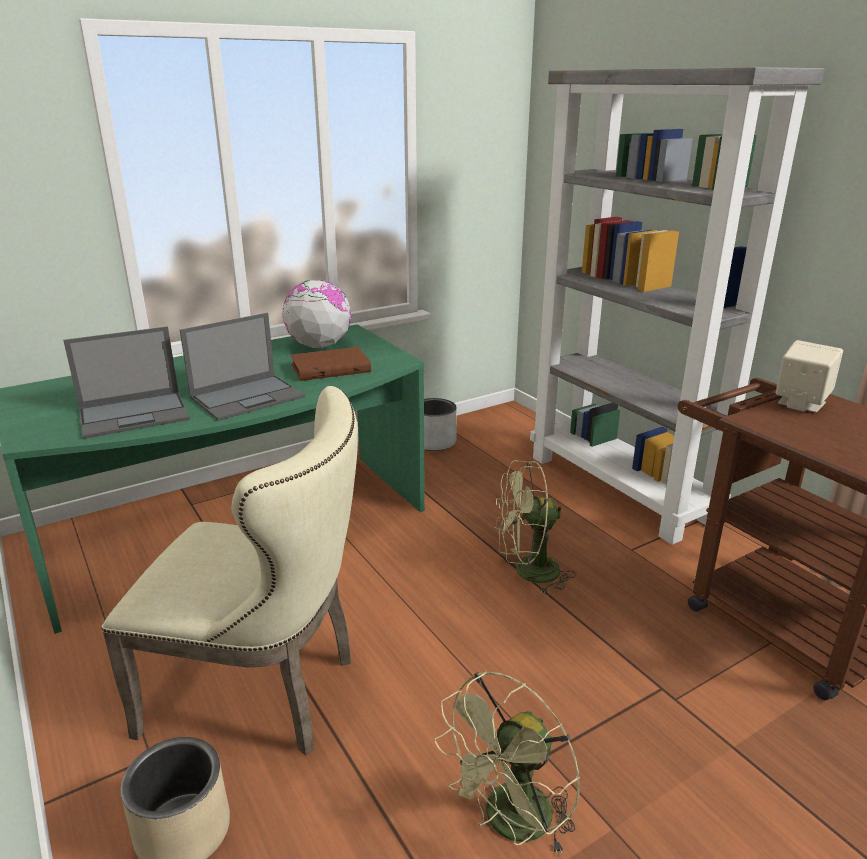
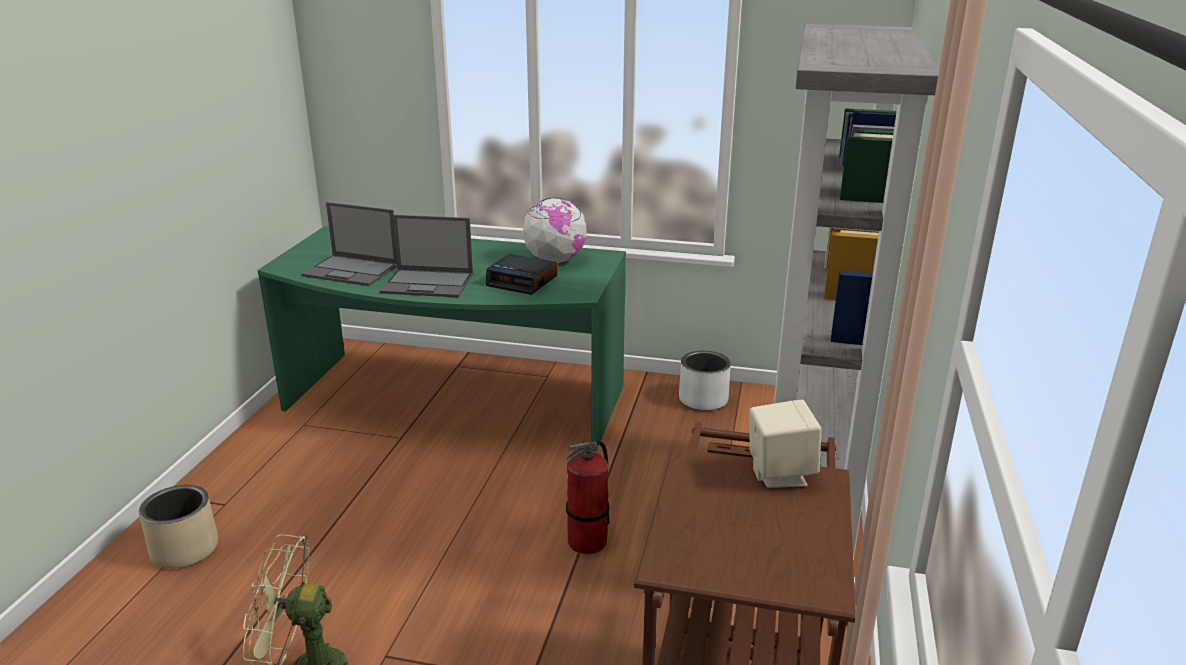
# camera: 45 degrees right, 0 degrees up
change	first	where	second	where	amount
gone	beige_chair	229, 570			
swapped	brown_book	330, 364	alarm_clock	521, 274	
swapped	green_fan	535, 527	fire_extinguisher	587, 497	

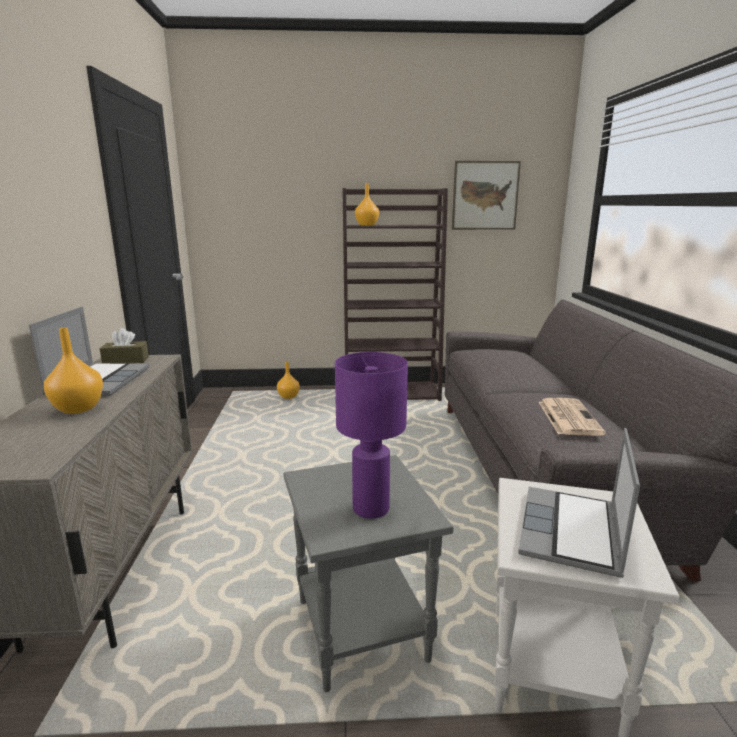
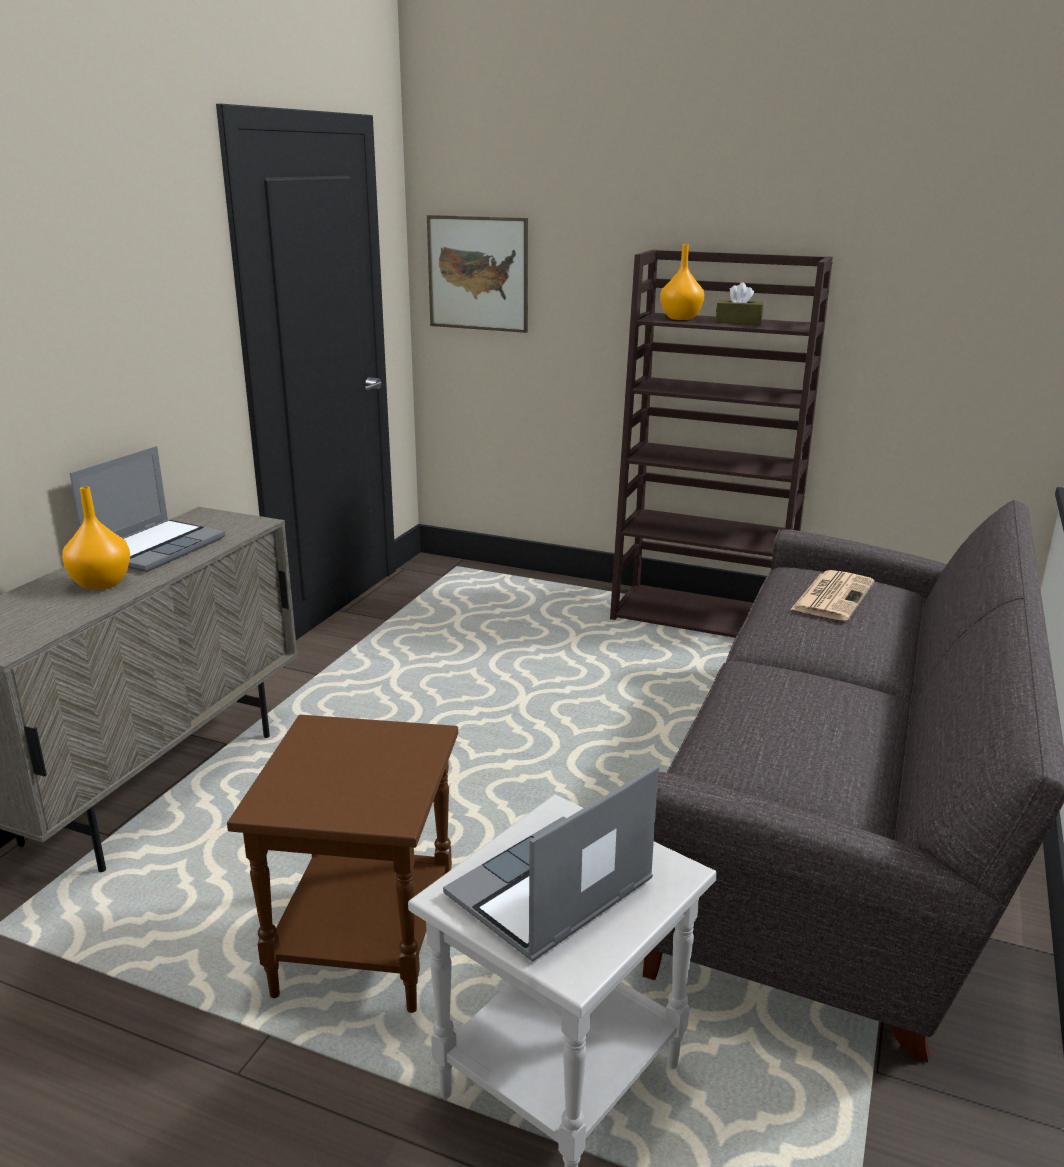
# camera: 25 degrees right, 5 degrees up
change	first	where	second	where	amount
shifted	brown_tissue_box	124, 345		740, 303	
gone	orange_vase	288, 380			
repainted	grey_side_table	368, 573	brown_side_table	342, 864	
gone	purple_table_lamp	371, 435			
shifted	picture	486, 195		477, 274	
shifted	newspaper	572, 417		832, 595	

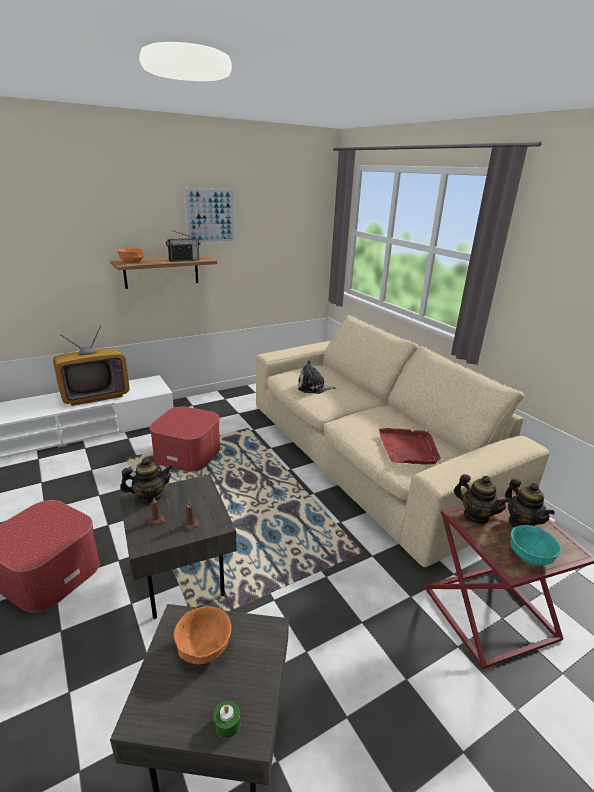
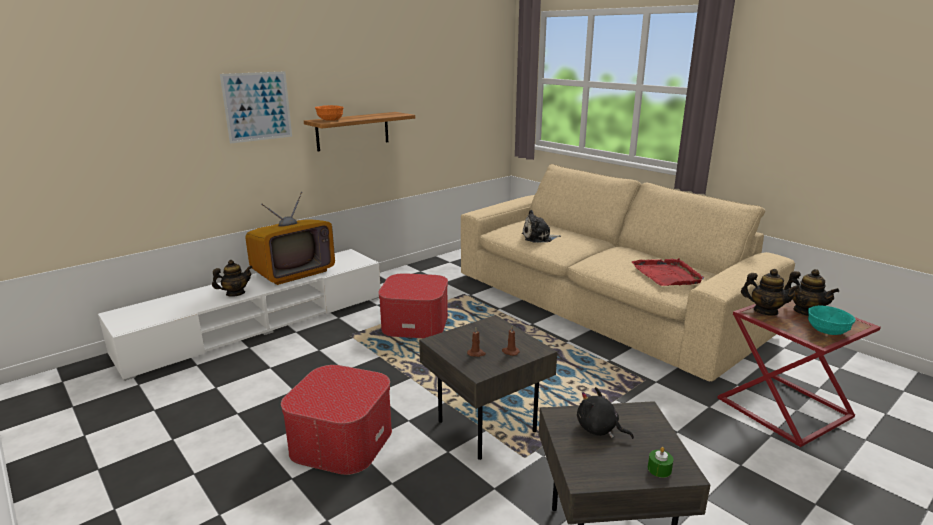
# camera: 10 degrees left, 5 degrees down
change	first	where	second	where	amount
shifted	teapot	146, 481		232, 278	
gone	radio	183, 246			
swapped	orange_bowl	202, 635	black_plush_toy	605, 413	
shifted	picture	210, 216		256, 107	

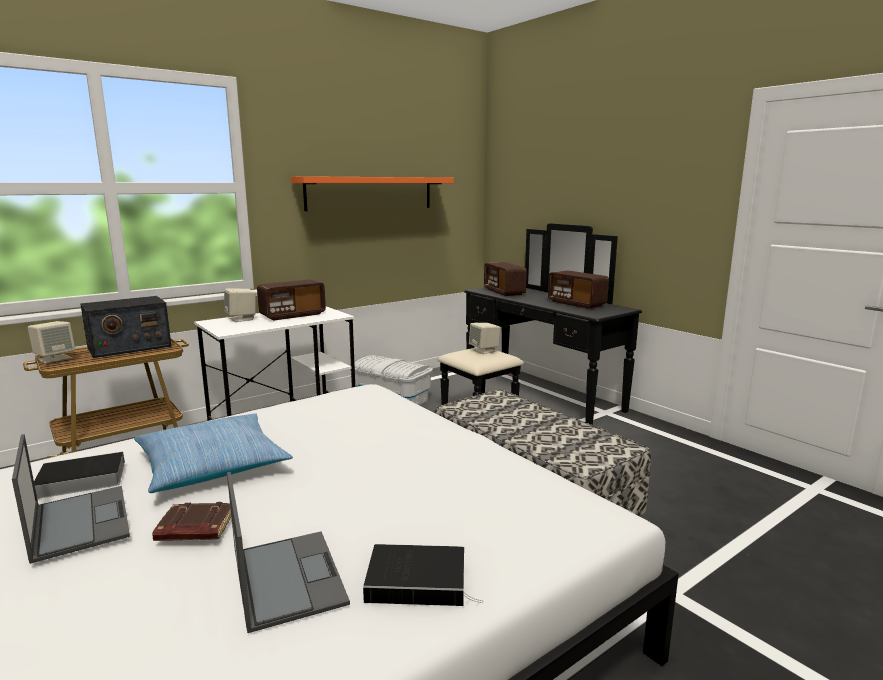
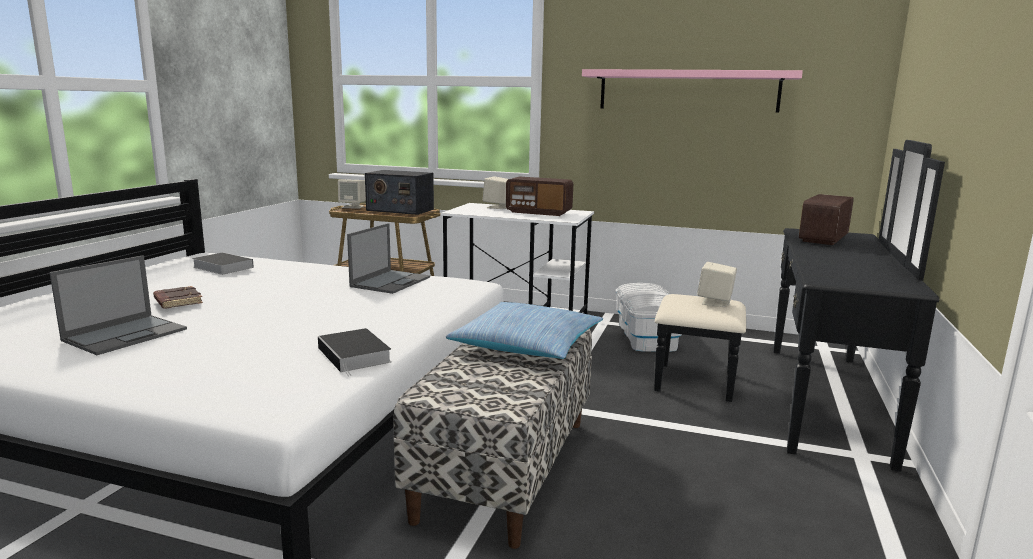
# camera: 55 degrees right, 0 degrees up
change	first	where	second	where	amount
shifted	laptop	71, 499		388, 258	
shifted	pillow	213, 453		524, 330	
repainted	orange_shelf	372, 193	pink_shelf	692, 91	
shifted	book	422, 575		355, 352	
gone	radio	578, 289			

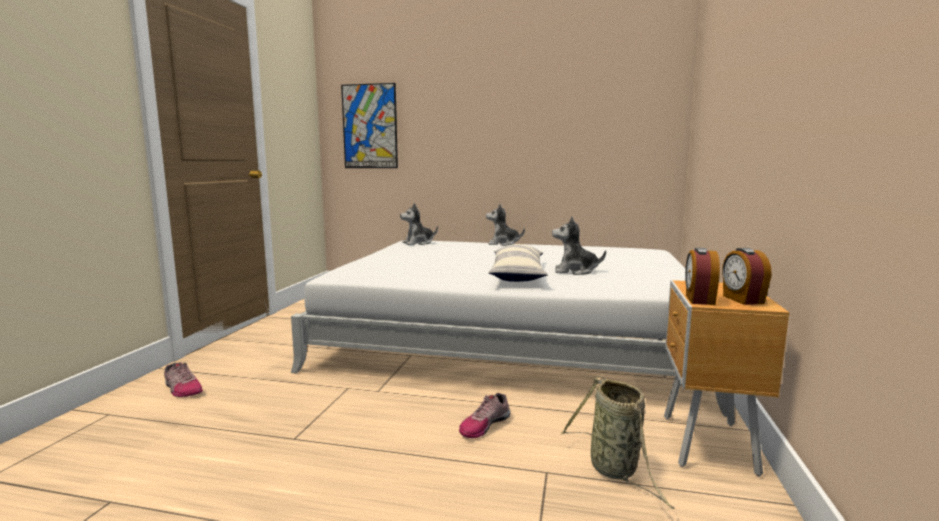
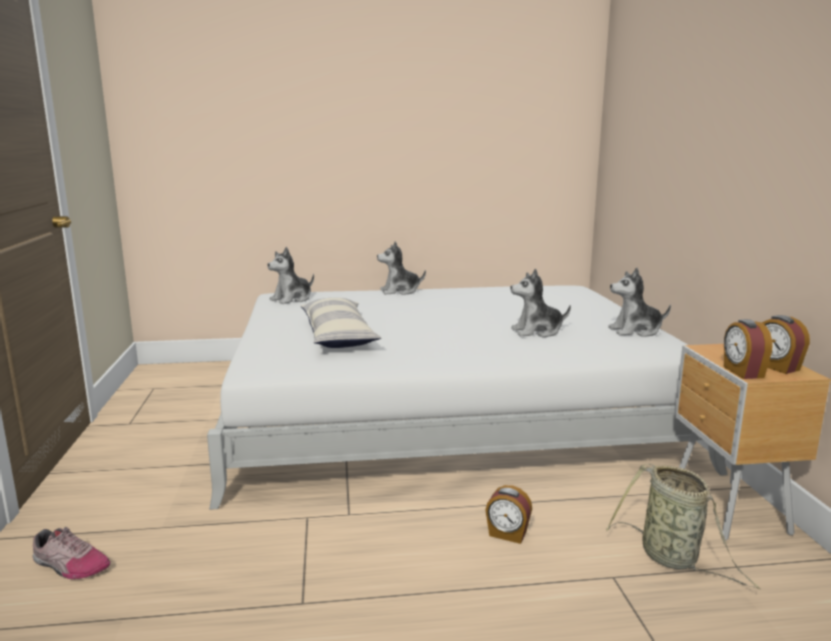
# camera: 20 degrees left, 5 degrees up
change	first	where	second	where	amount
gone	picture	369, 125			
swapped	shoe	484, 415	alarm_clock	508, 514	
shifted	pillow	518, 263		340, 323	
new			plush_toy	639, 302	

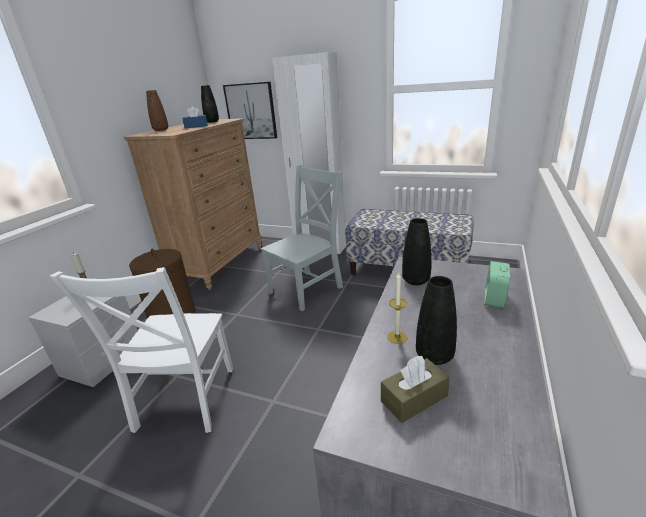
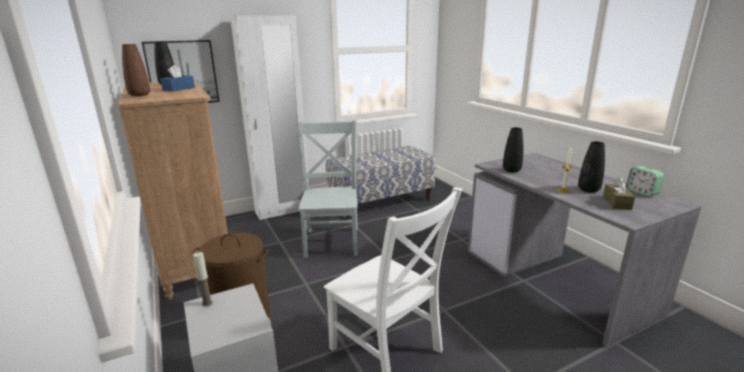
# camera: 50 degrees left, 5 degrees down
change	first	where	second	where	amount
shifted	alarm_clock	497, 284		645, 181	

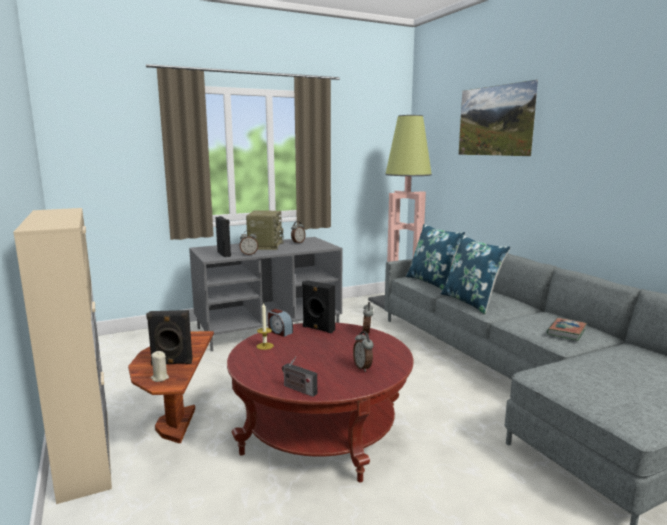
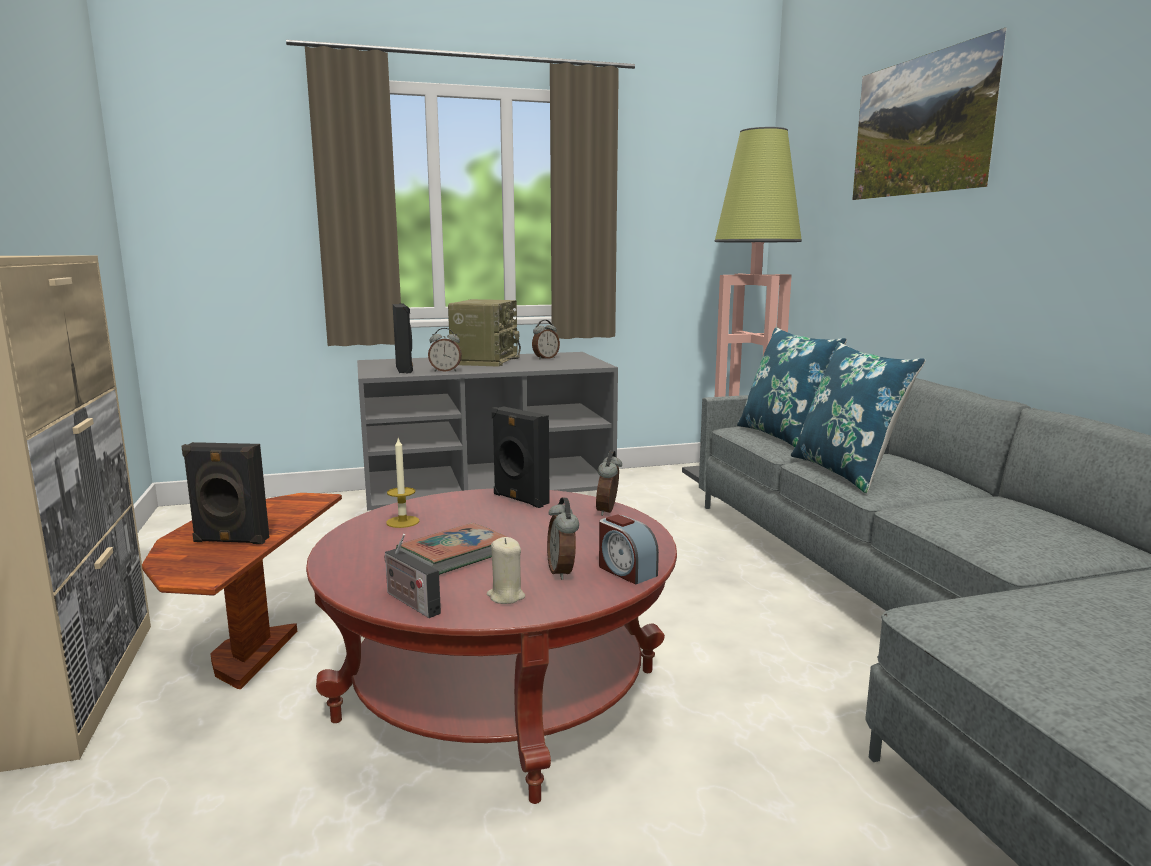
# camera: 10 degrees right, 0 degrees up
change	first	where	second	where	amount
shifted	beige_candle	160, 366		506, 570	
shifted	alarm_clock	280, 323		629, 549	
shifted	book	567, 329		451, 549	

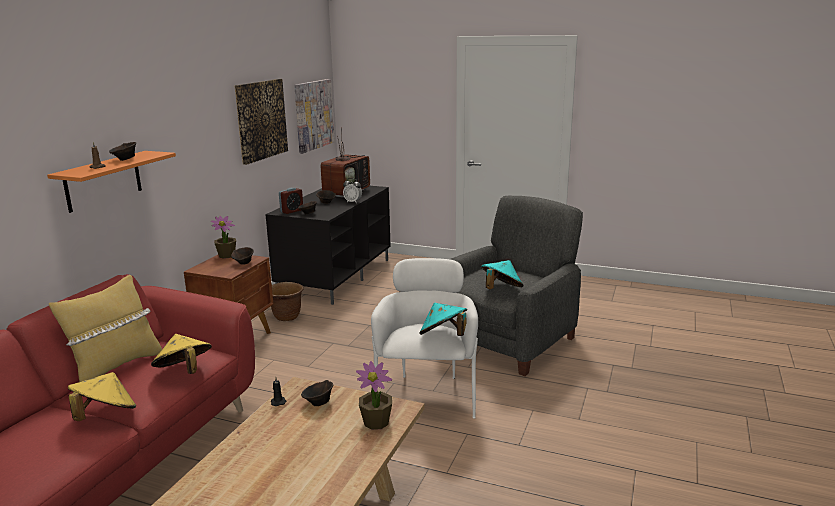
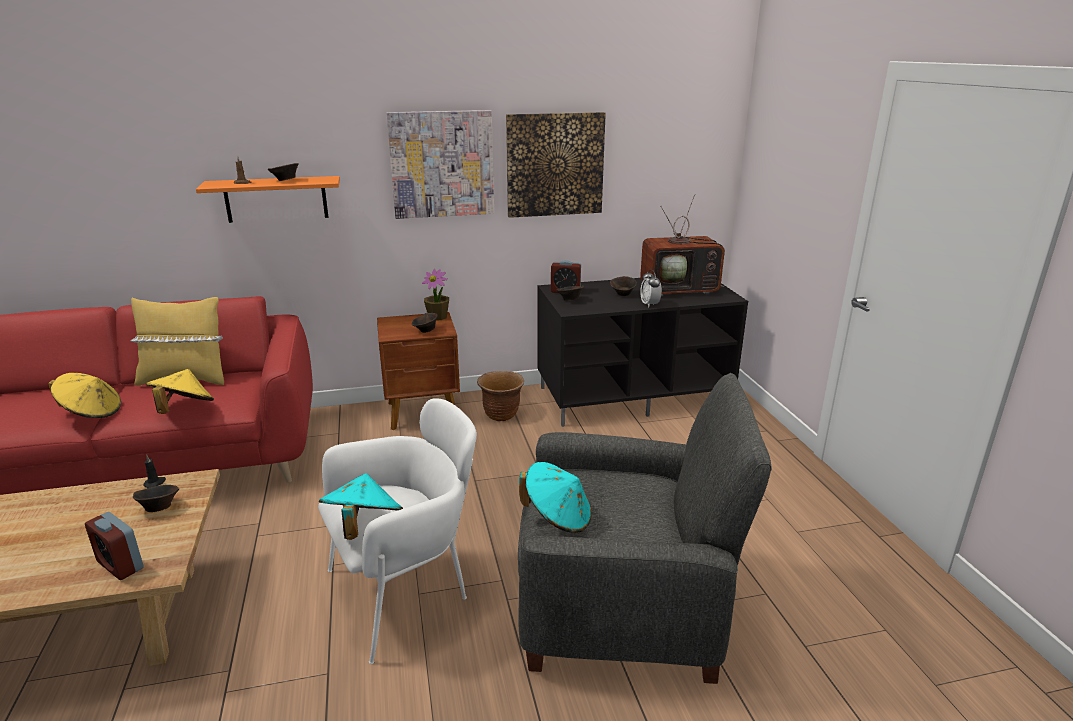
# camera: 55 degrees right, 5 degrees up
change	first	where	second	where	amount
shifted	picture	314, 116		440, 164	
swapped	potted_plant	374, 395	alarm_clock	114, 546	

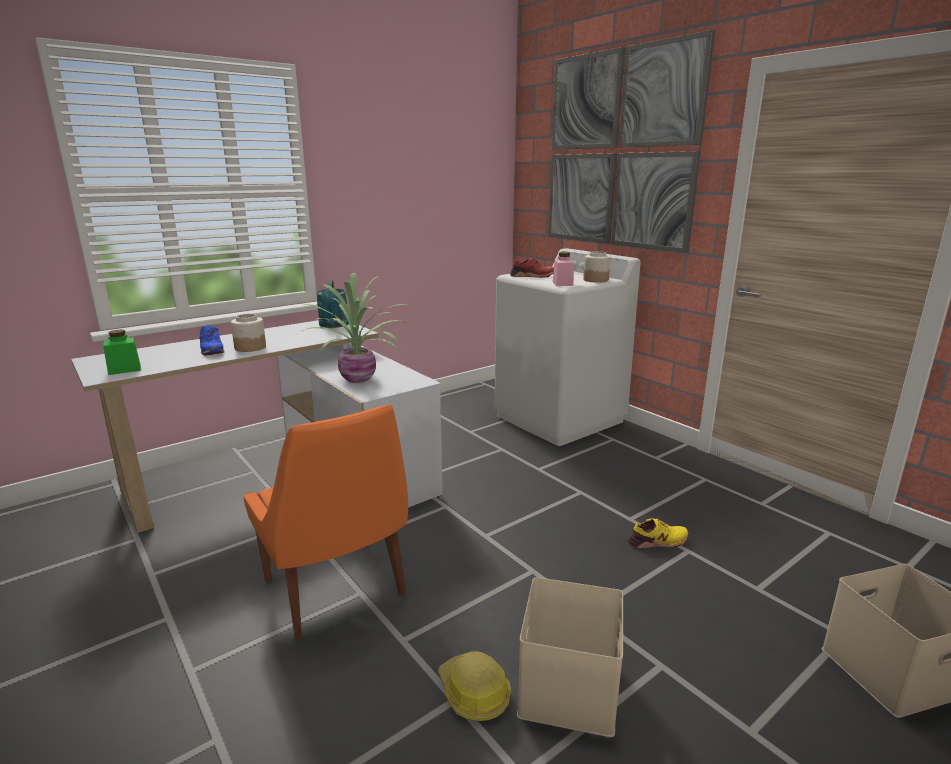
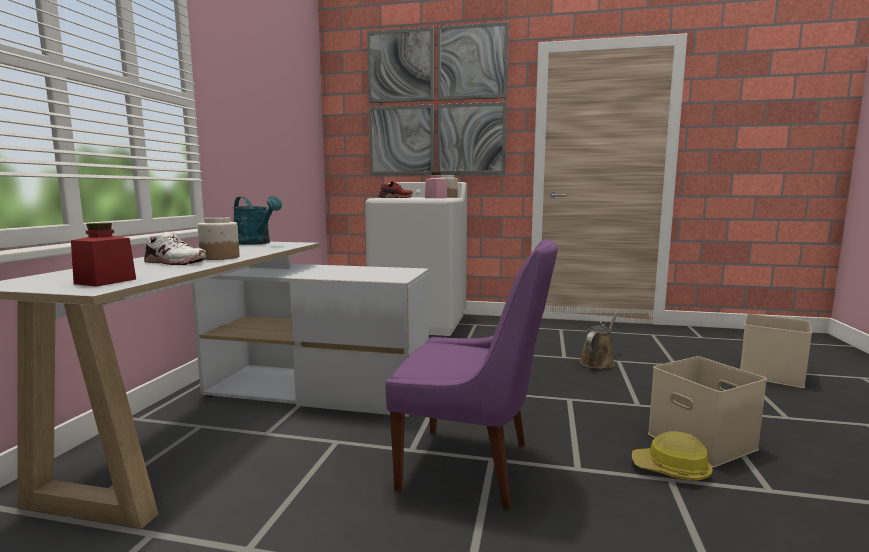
# camera: 40 degrees left, 10 degrees down
change	first	where	second	where	amount
repainted	green_jar	122, 352	red_jar	103, 255	
repainted	blue_shoe	212, 340	white_shoe	175, 248	
repainted	orange_chair	325, 522	purple_chair	471, 375	
gone	potted_plant	352, 328			
swapped	yellow_shoe	658, 533	brown_watering_can	598, 340	

